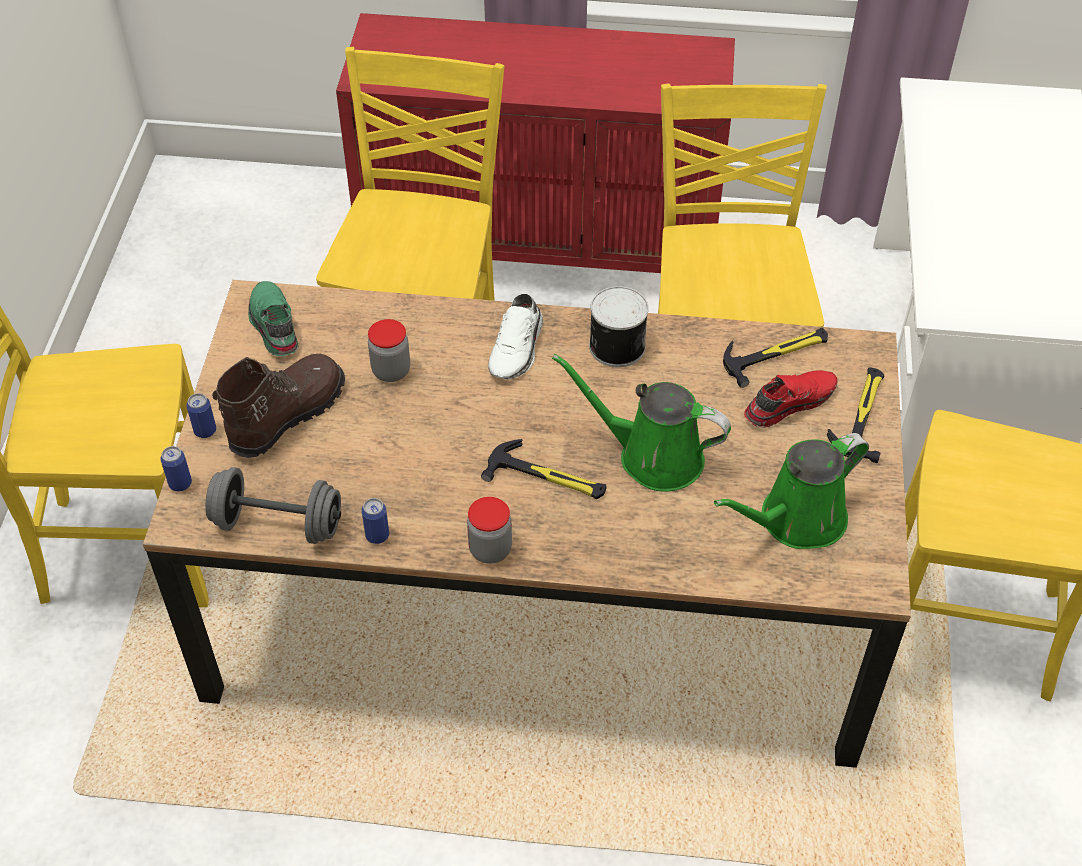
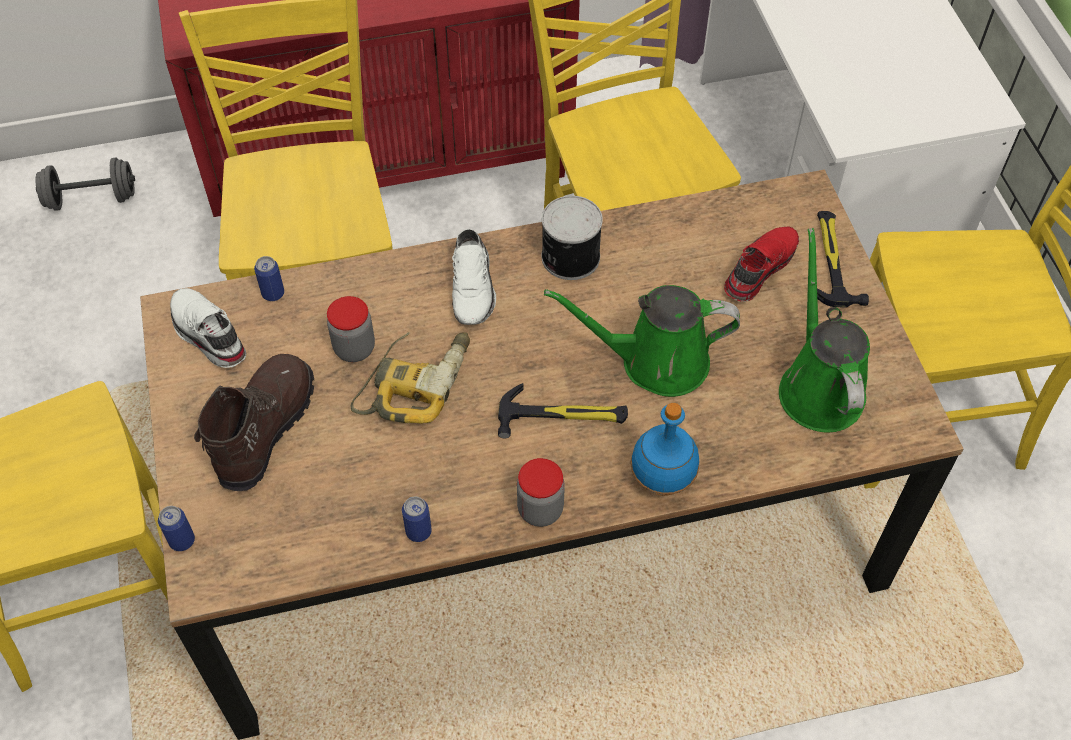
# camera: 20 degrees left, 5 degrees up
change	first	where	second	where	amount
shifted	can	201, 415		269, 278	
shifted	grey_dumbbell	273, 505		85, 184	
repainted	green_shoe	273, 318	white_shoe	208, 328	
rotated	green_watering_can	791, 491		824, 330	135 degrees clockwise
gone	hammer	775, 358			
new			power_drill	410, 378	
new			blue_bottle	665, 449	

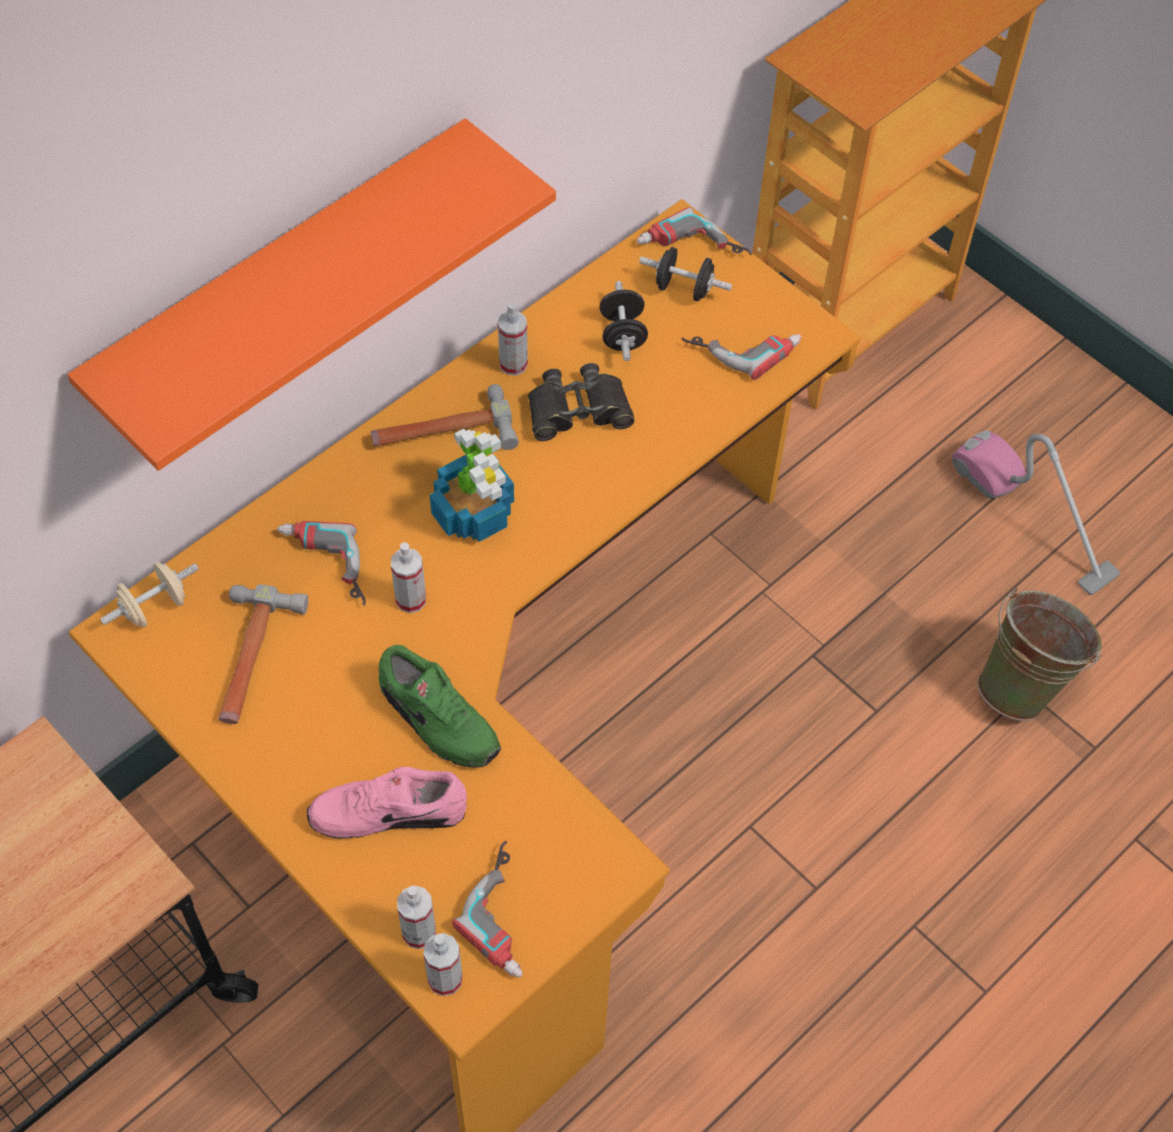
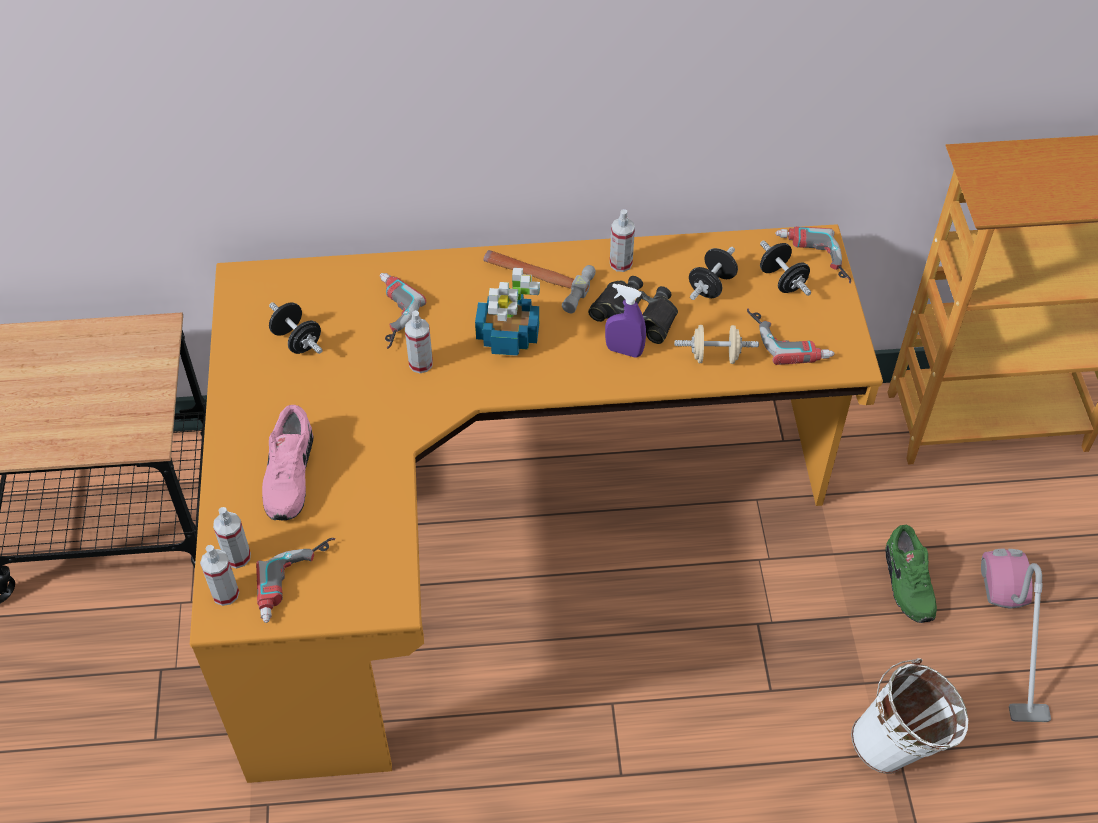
# camera: 40 degrees right, 5 degrees down
change	first	where	second	where	amount
gone	orange_shelf	311, 294			
shifted	beige_dumbbell	149, 595		716, 344	
swapped	hammer	263, 654	black_dumbbell	296, 328	
rotated	pink_shoe	387, 803		287, 462	120 degrees counterclockwise
shifted	green_shoe	440, 706		911, 574	
repainted	green_bucket	1039, 654	white_bucket	909, 716	
new			purple_spray_bottle	625, 320	

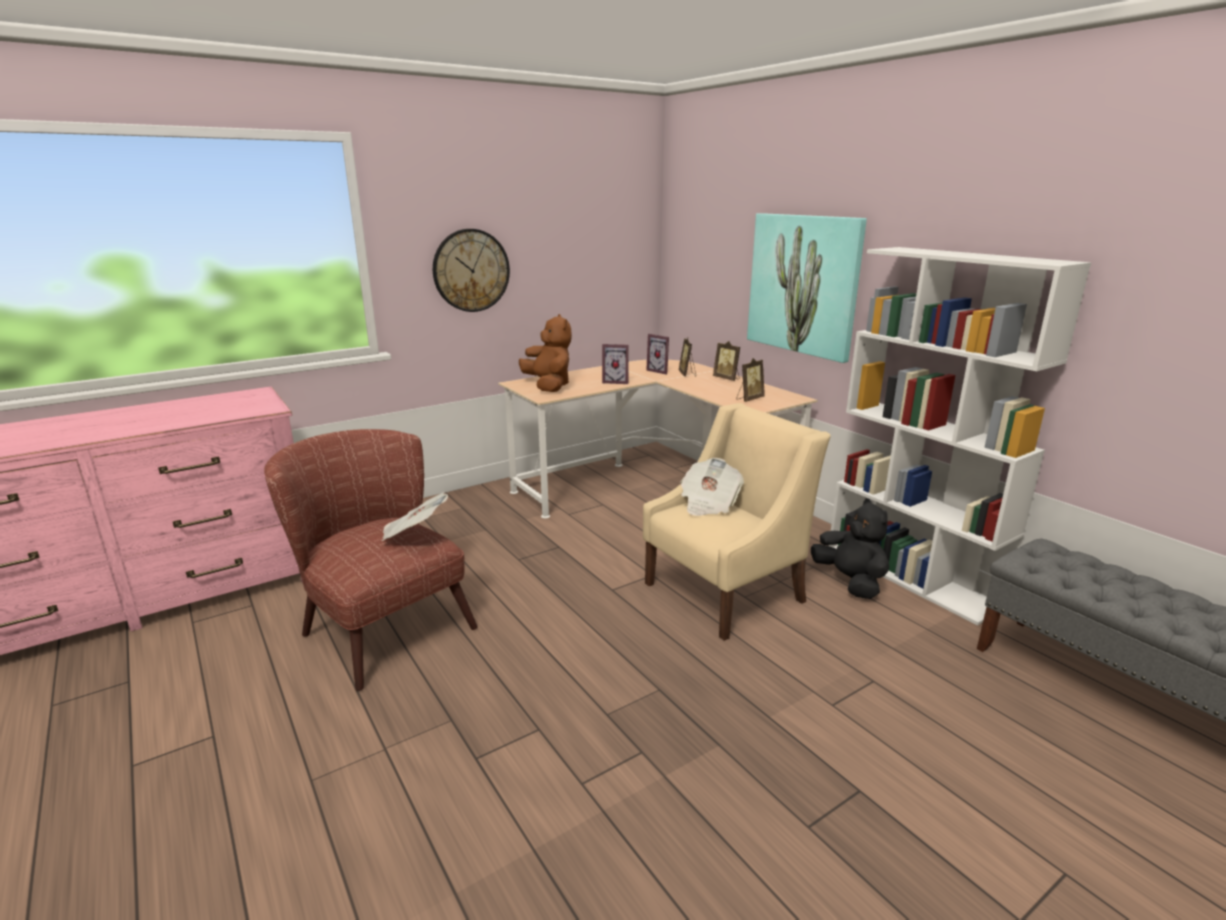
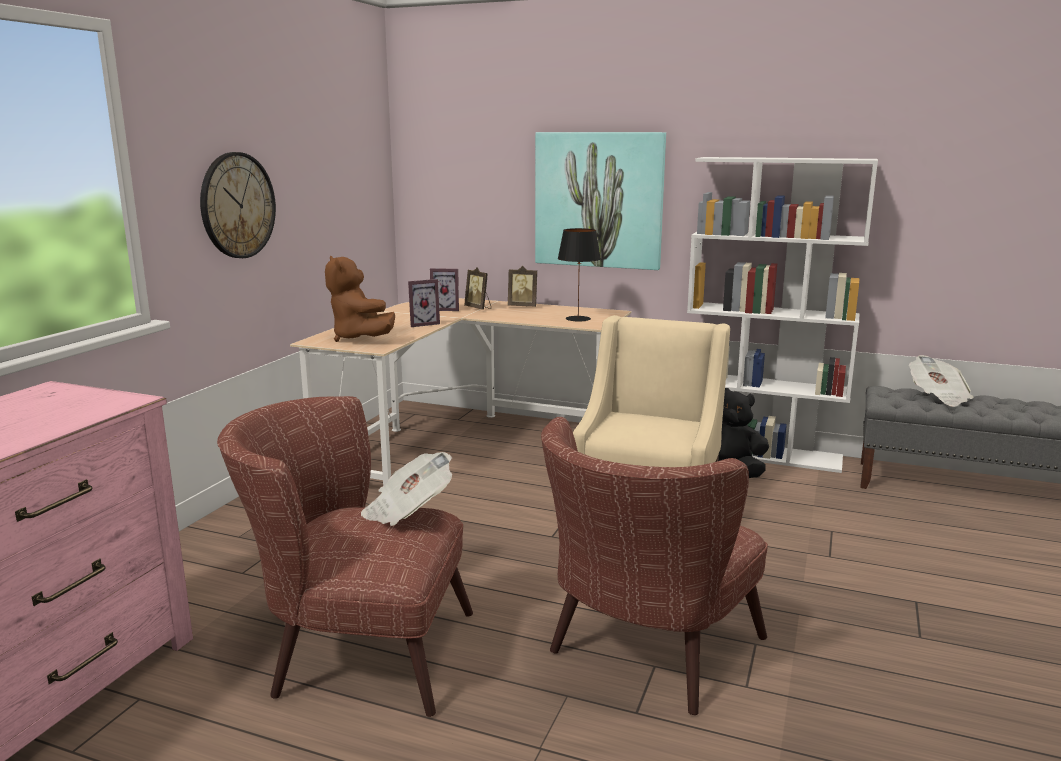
# camera: 35 degrees left, 5 degrees down
change	first	where	second	where	amount
rotated	brown_plush_toy	545, 353		360, 299	150 degrees counterclockwise
shifted	newspaper	712, 487		941, 381	
swapped	picture_frame	750, 380	black_table_lamp	579, 274	
new			brown_armchair	654, 566	

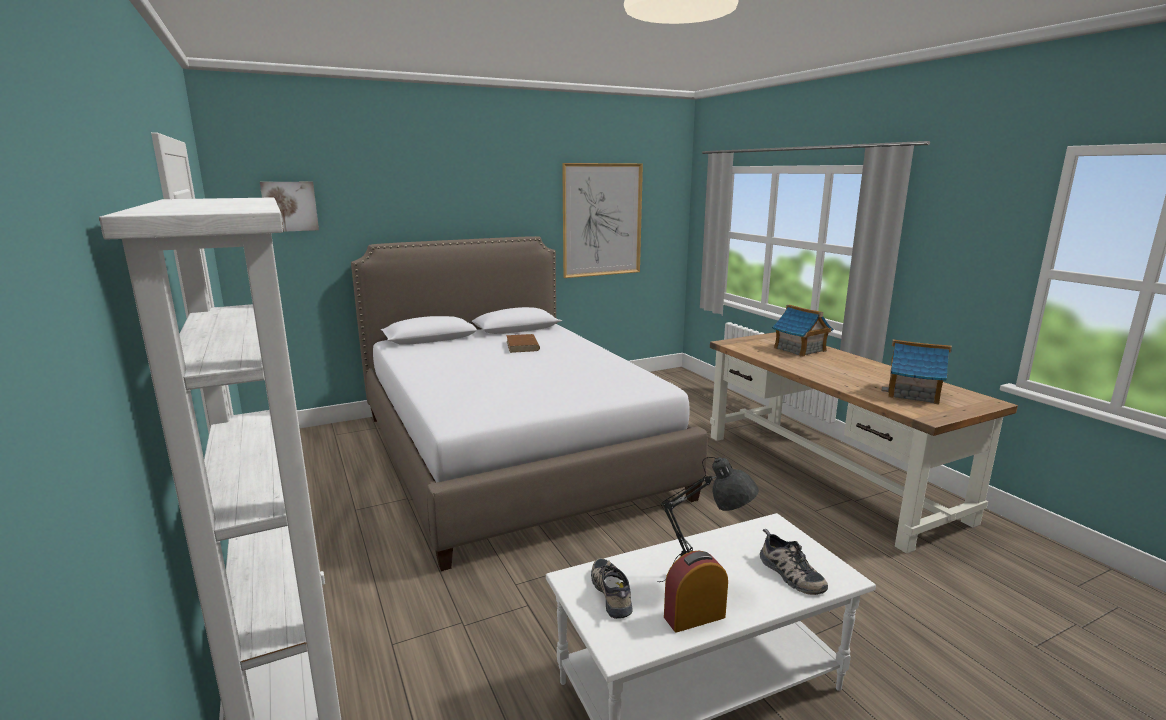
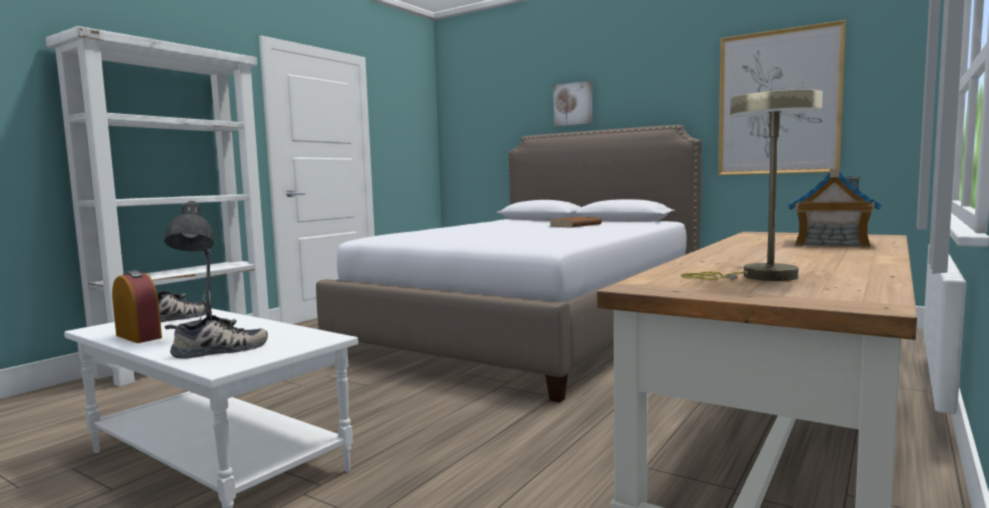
# camera: 60 degrees right, 10 degrees down
change	first	where	second	where	amount
shifted	picture	289, 207		572, 104	
rotated	shoe	794, 562		216, 337	150 degrees counterclockwise
swapped	toy_house	916, 372	beige_table_lamp	752, 185	

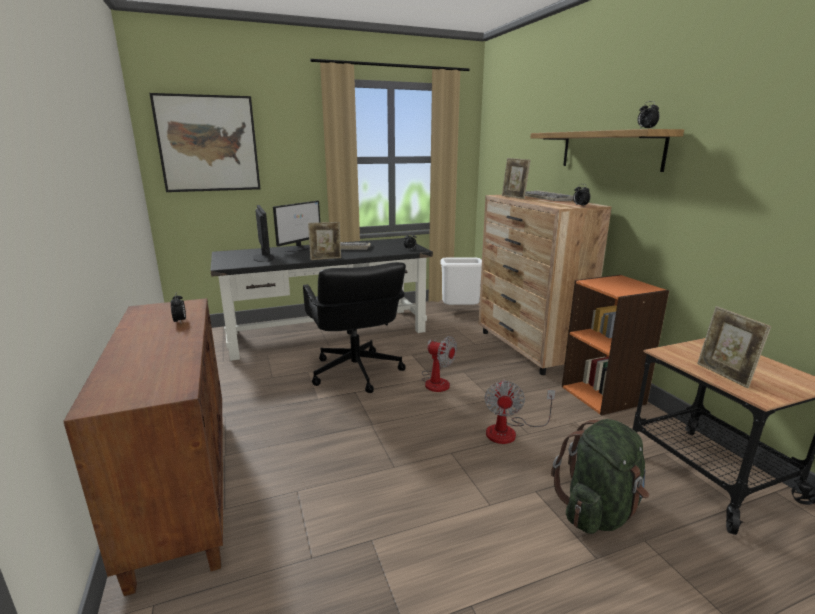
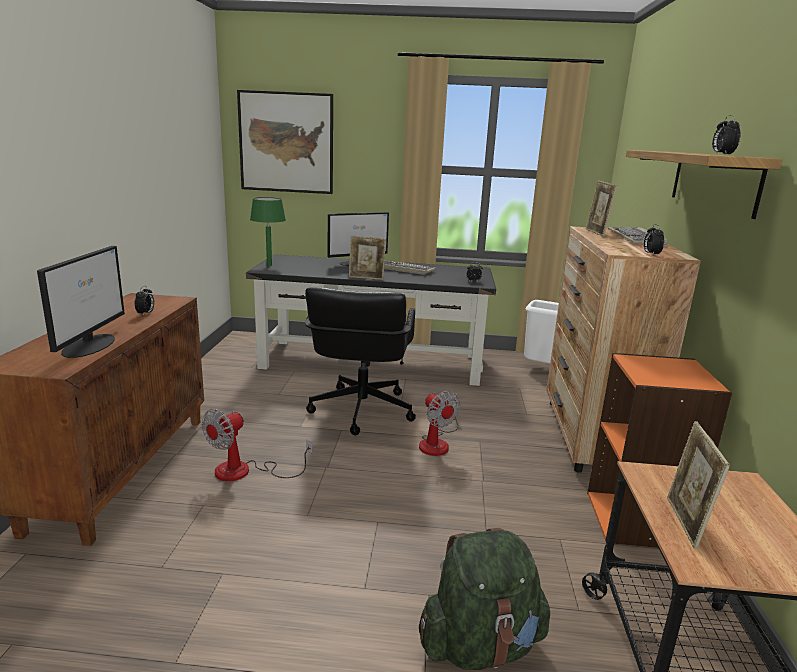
# camera: 25 degrees right, 0 degrees up
change	first	where	second	where	amount
shifted	monitor	264, 233		81, 302	
shifted	fan	520, 411		257, 445	
new			green_table_lamp	268, 231	

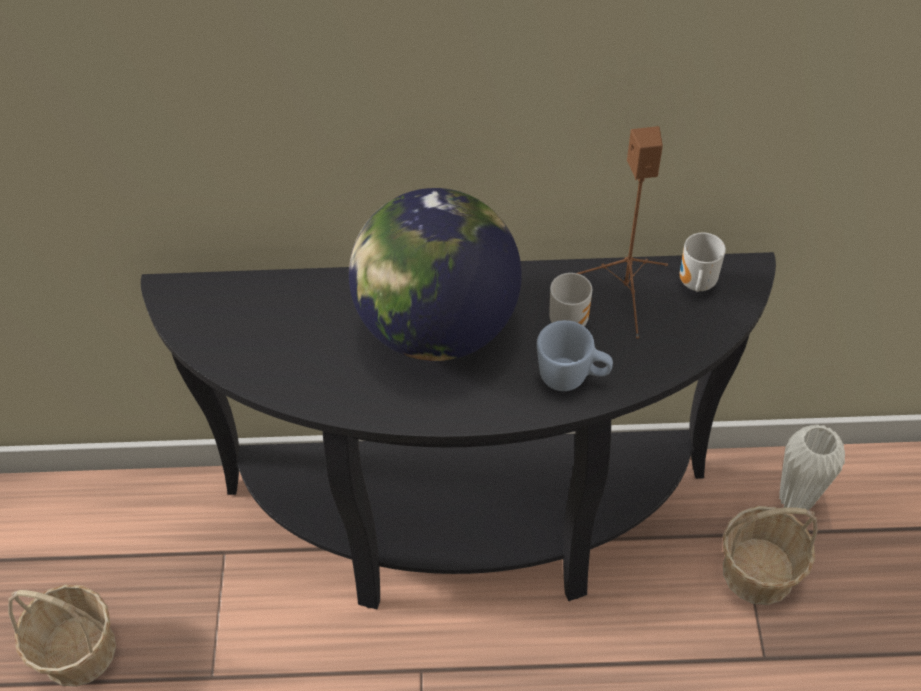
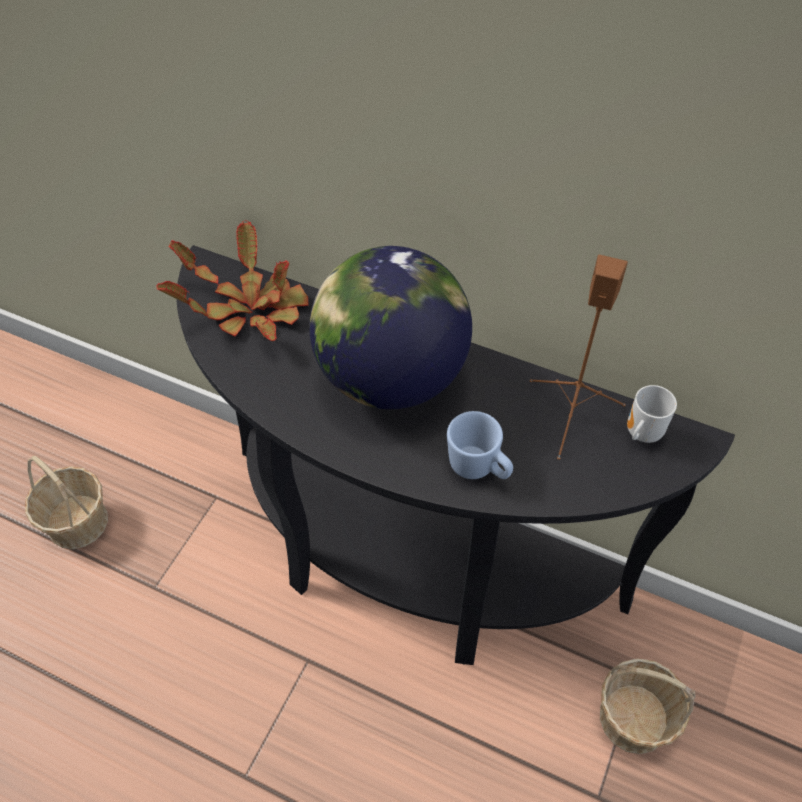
# camera: 25 degrees right, 0 degrees up
change	first	where	second	where	amount
gone	mug	570, 299			
gone	white_vase	812, 467			
new			potted_plant	232, 280	

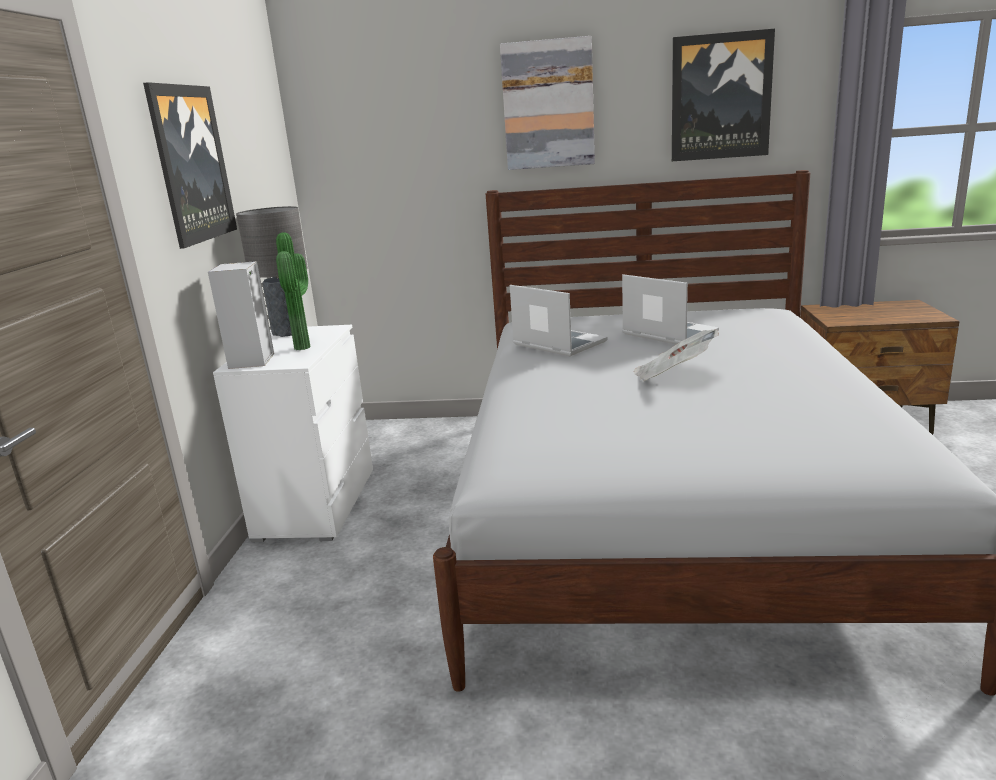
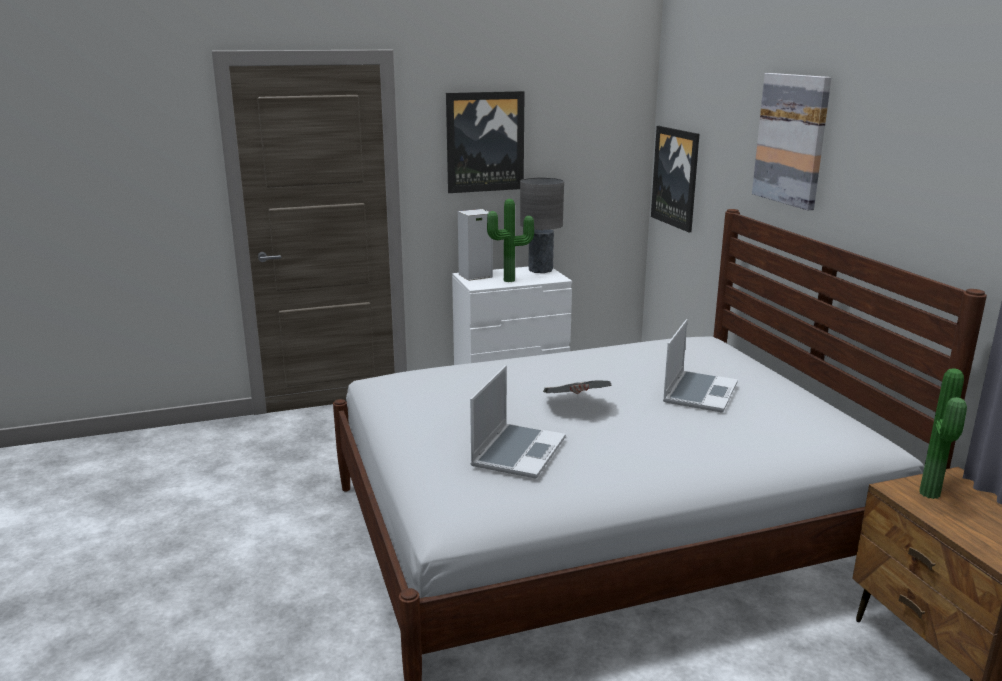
# camera: 65 degrees right, 0 degrees up
change	first	where	second	where	amount
shifted	laptop	559, 321		518, 422	
shifted	picture	723, 95		675, 179	
new			potted_plant	943, 433	

